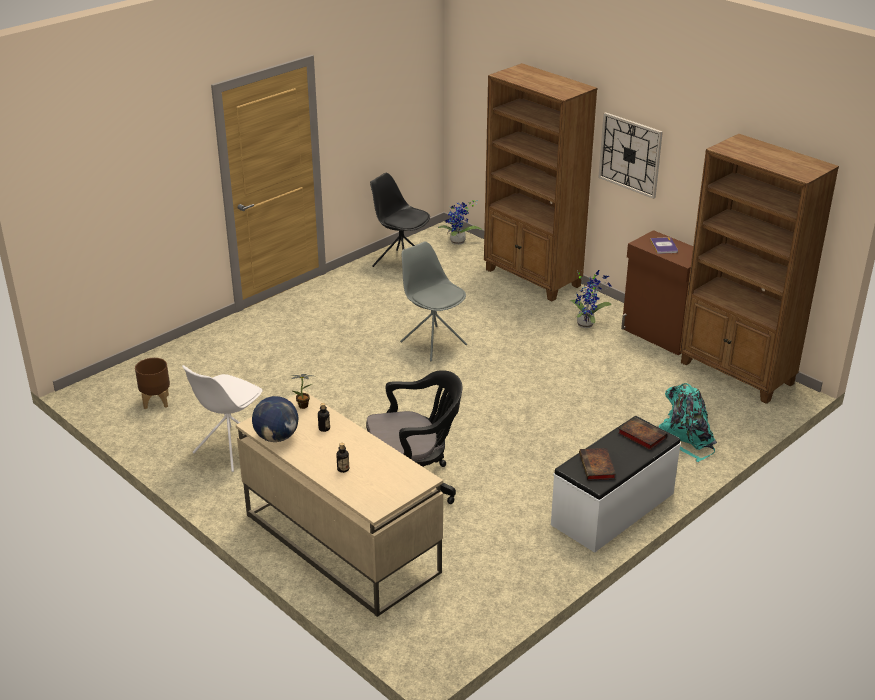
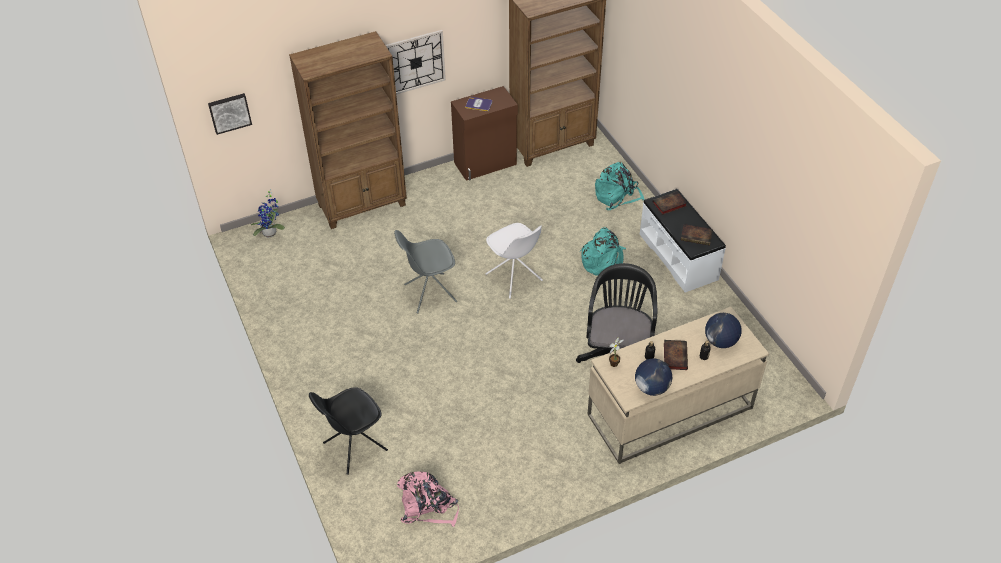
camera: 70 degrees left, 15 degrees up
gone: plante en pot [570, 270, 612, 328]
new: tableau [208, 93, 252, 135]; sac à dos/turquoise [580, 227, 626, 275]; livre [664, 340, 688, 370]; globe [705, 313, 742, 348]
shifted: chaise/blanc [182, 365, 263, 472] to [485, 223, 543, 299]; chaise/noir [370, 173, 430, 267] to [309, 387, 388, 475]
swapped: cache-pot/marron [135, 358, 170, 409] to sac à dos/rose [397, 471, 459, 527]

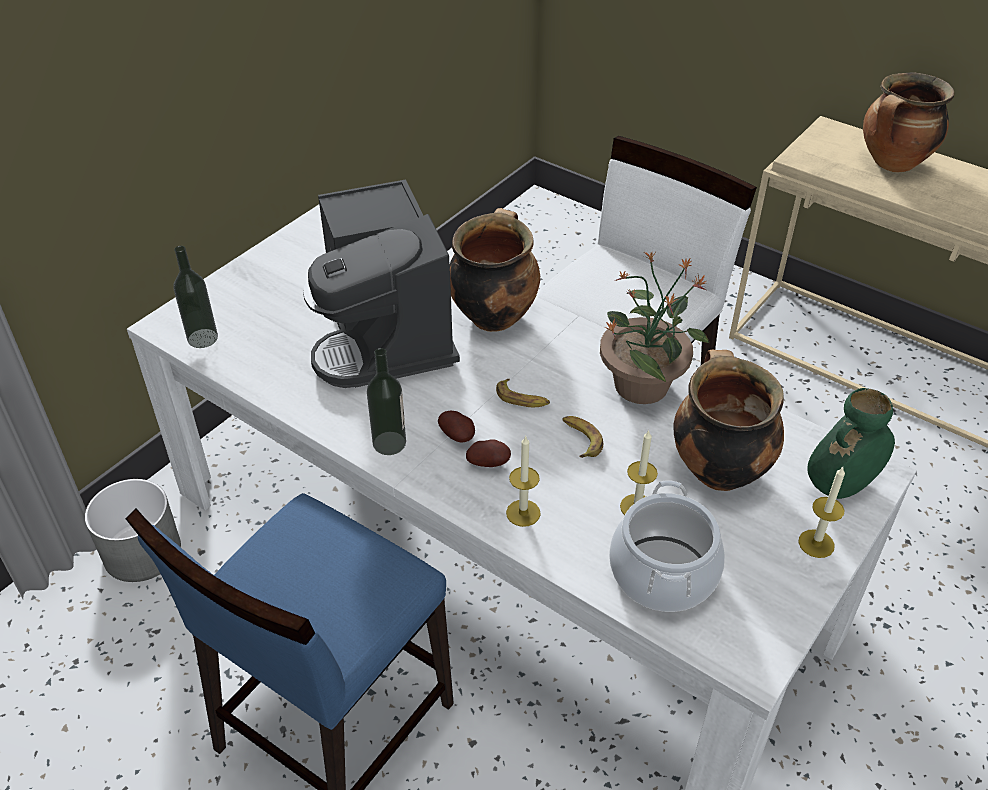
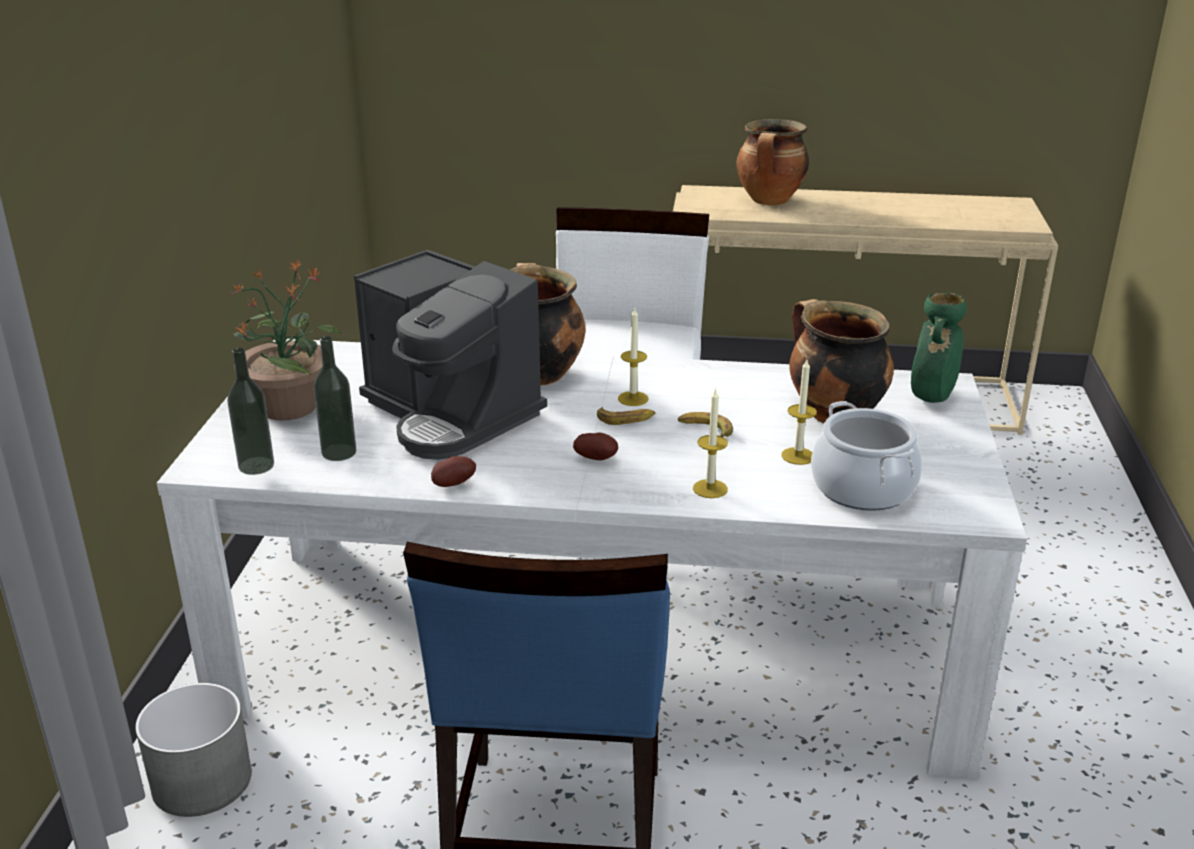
camera: 30 degrees left, 15 degrees down
shifted: bouteille [367, 348, 406, 455] to [313, 336, 356, 461]; pomme de terre [466, 439, 511, 467] to [431, 456, 476, 487]; plante en pot [600, 252, 710, 404] to [231, 260, 342, 421]; bougie [798, 467, 845, 558] to [618, 308, 649, 406]

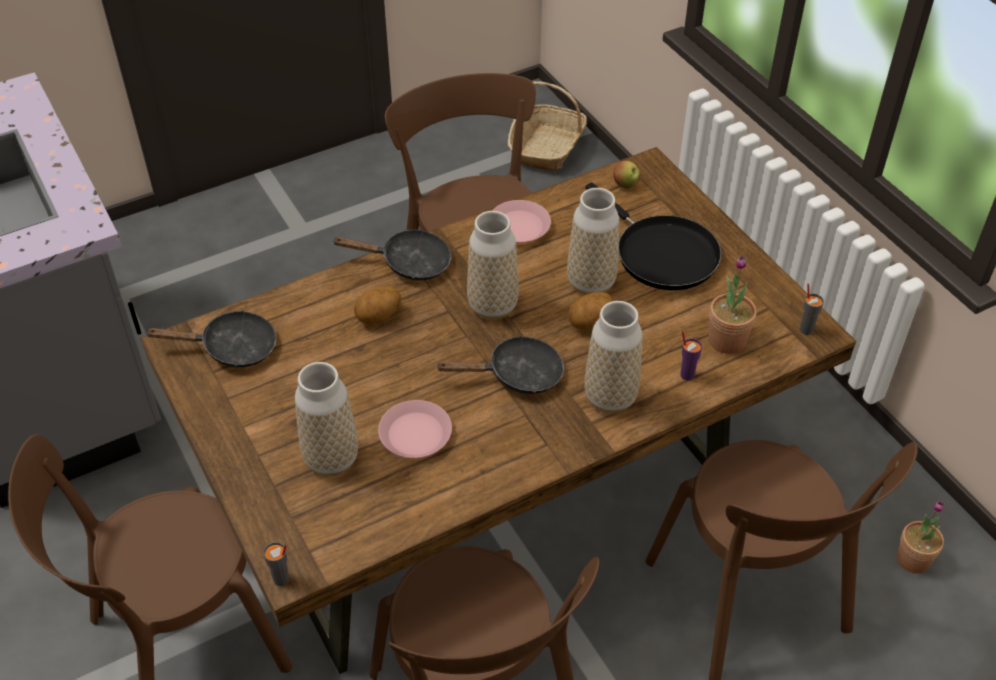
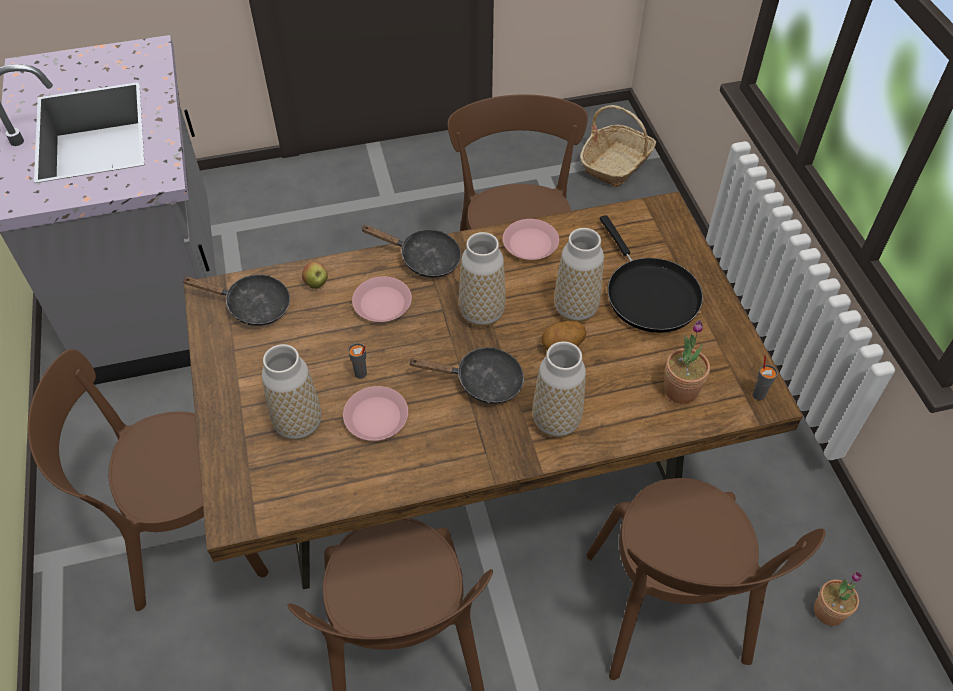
camera: 15 degrees right, 5 degrees up
gone: tasse/violet [680, 331, 702, 380]
shifted: tasse/gris [263, 542, 289, 586] to [348, 343, 367, 379]; pomme [613, 161, 640, 189] to [302, 262, 328, 289]
swapped: pomme de terre [354, 286, 401, 324] to assiette/rose [352, 277, 412, 322]

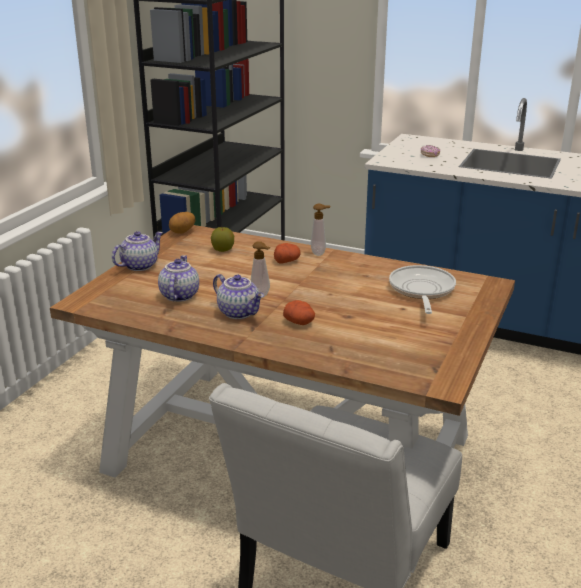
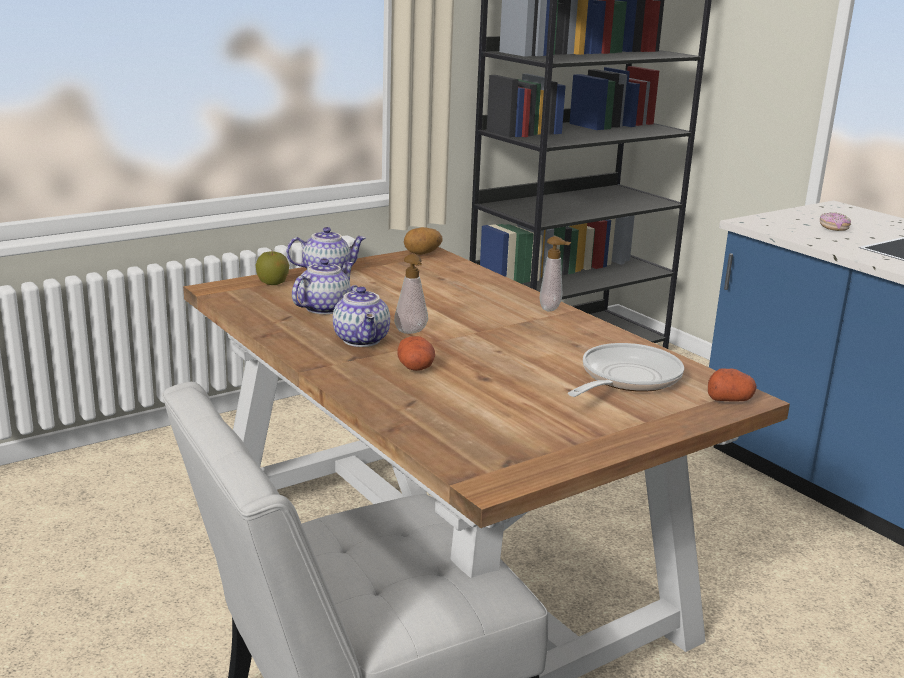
camera: 30 degrees right, 5 degrees down
shifted: pomme [211, 227, 234, 252] to [256, 251, 289, 285]; pomme de terre [274, 243, 300, 264] to [708, 368, 757, 401]

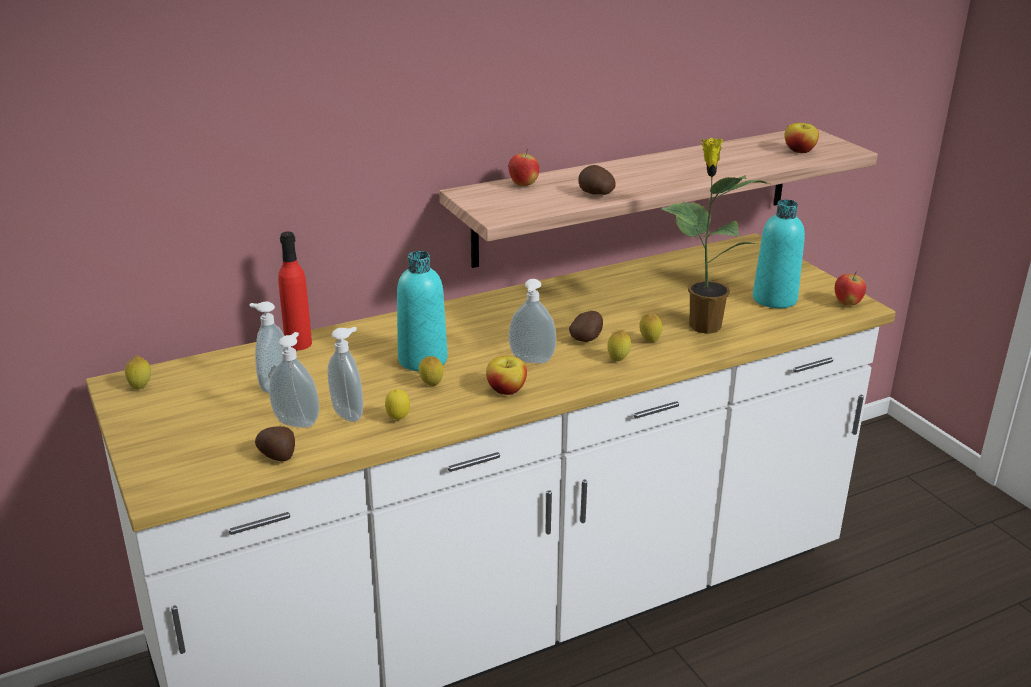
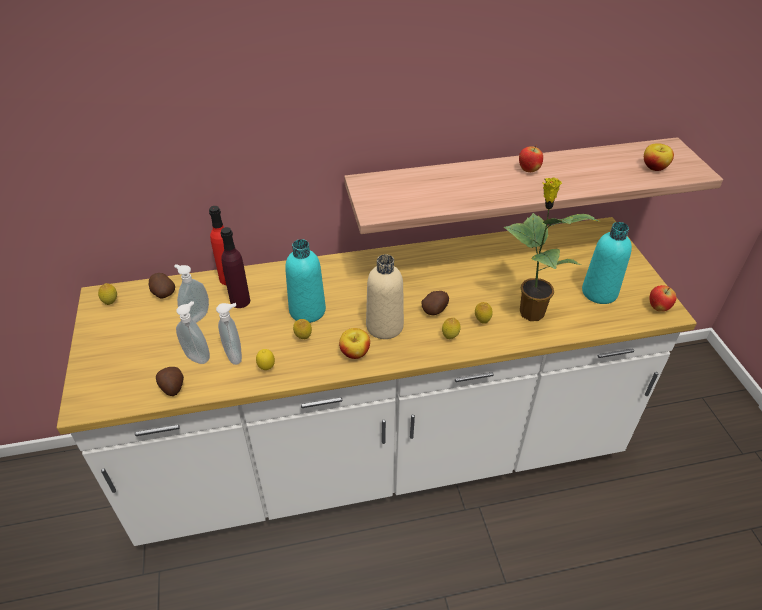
camera: 15 degrees right, 15 degrees up
new: bouteille/violet [220, 227, 250, 308]
shifted: pomme [508, 149, 539, 186] to [519, 146, 543, 172]; pomme de terre [578, 165, 615, 195] to [149, 273, 175, 298]
swapped: distributeur de savon [509, 279, 556, 364] to bouteille/beige [366, 254, 404, 339]

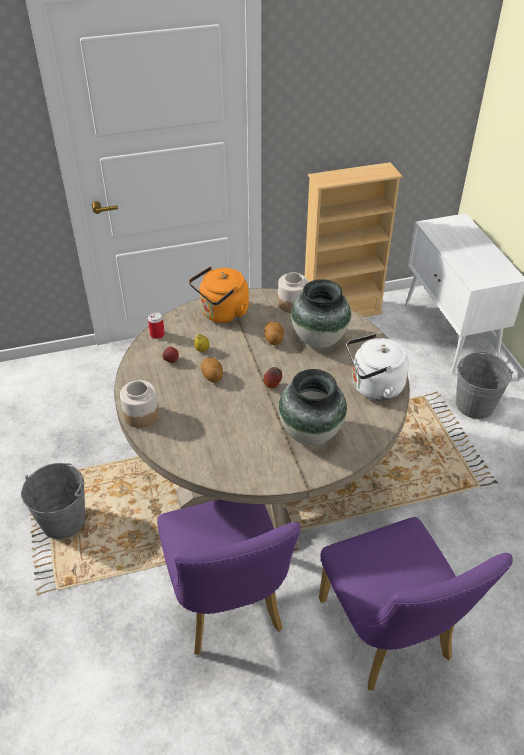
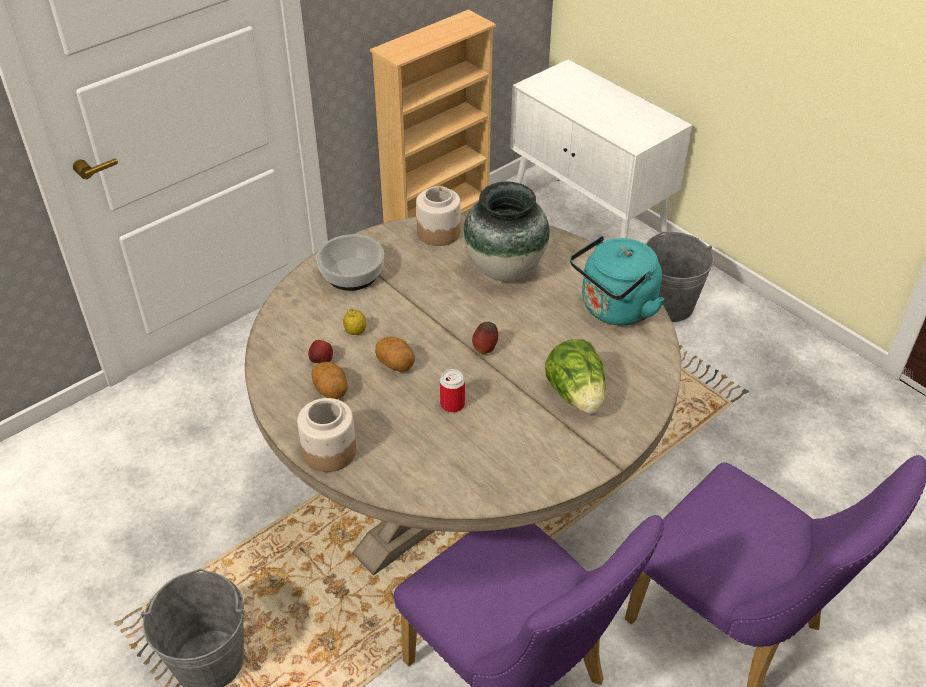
camera: 25 degrees left, 0 degrees up
shifted: boîte métallique [148, 312, 165, 339] to [440, 369, 465, 413]; pomme de terre [264, 322, 284, 345] to [311, 362, 348, 399]
swapped: bouilloire/orange [189, 266, 249, 323] to bol [316, 235, 384, 291]; vase [278, 369, 347, 446] to laitue [545, 339, 606, 414]
repainted: bouilloire/blanc [346, 334, 409, 401] to bouilloire/turquoise [570, 236, 665, 326]

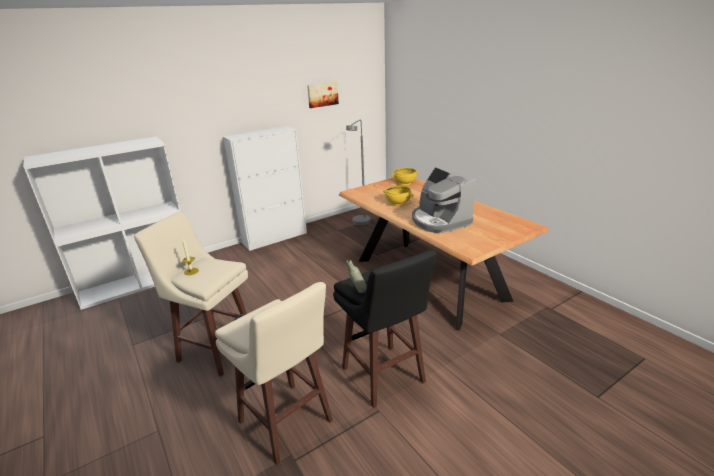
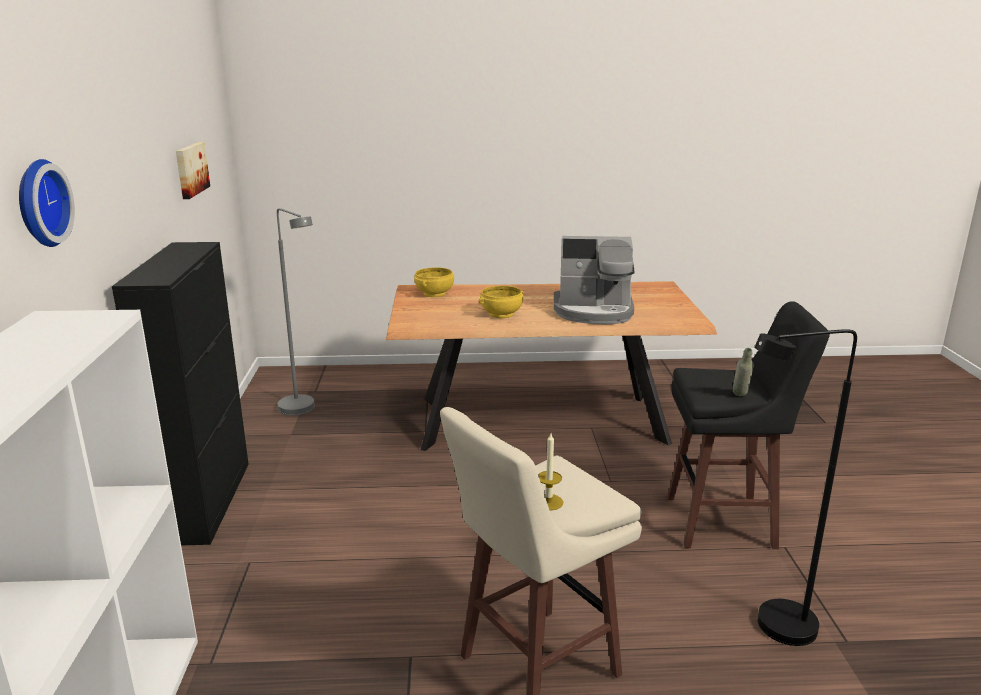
camera: 60 degrees left, 5 degrees down
new: horloge murale [19, 159, 75, 247]
swapped: tabouret/beige [215, 282, 333, 465] to lampadaire/noir [755, 329, 857, 646]
repainted: meuble de rangement/blanc [223, 126, 307, 251] to meuble de rangement/noir [112, 242, 249, 546]

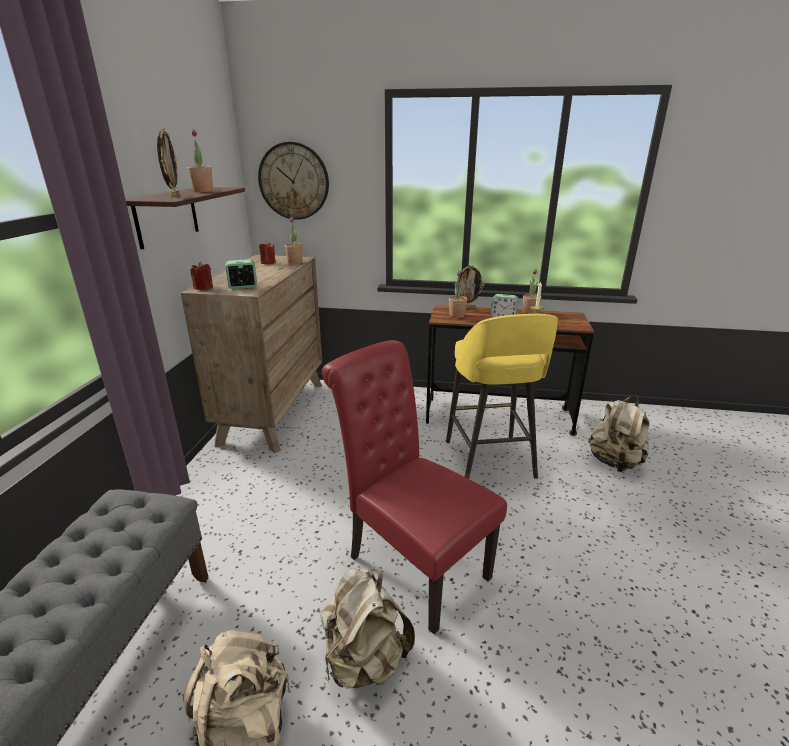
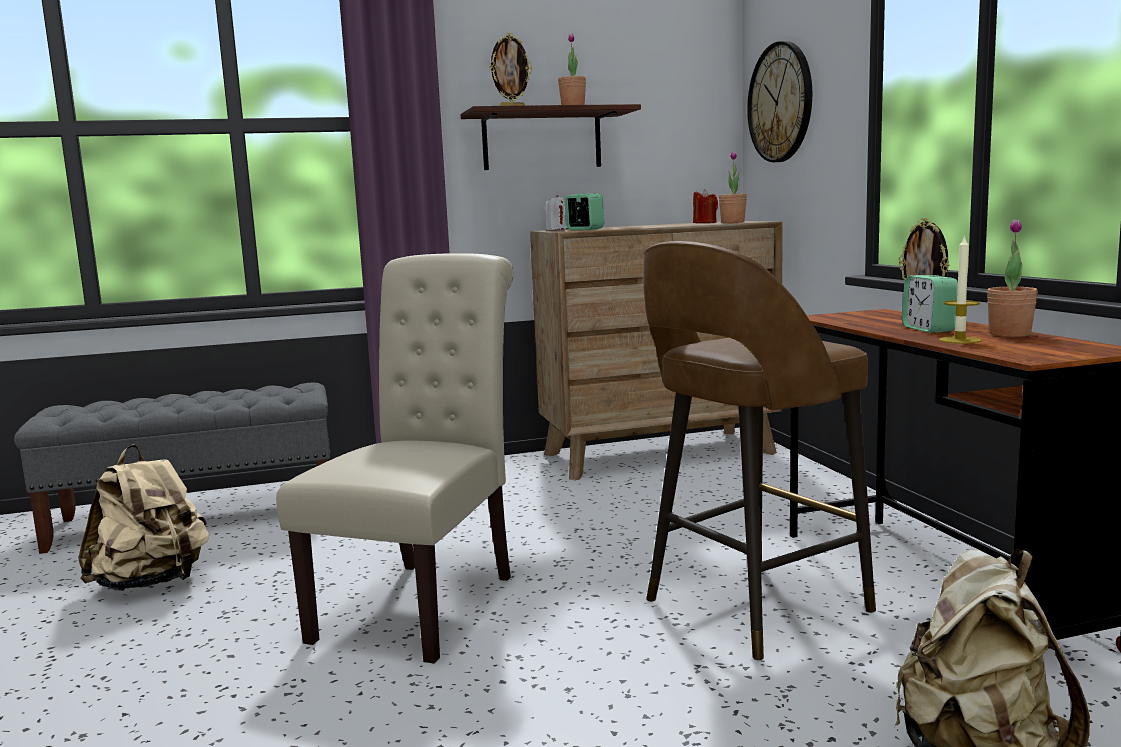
camera: 65 degrees right, 15 degrees down
gone: sac à dos/beige [321, 567, 415, 689]; plante en pot [449, 270, 467, 318]
repainted: bougie/rouge [190, 262, 213, 290] to bougie/blanc [545, 195, 568, 230]; chaise/rouge [322, 340, 507, 634] to chaise/beige [276, 253, 514, 664]; tabouret/jaune [446, 314, 558, 479] to tabouret/marron [643, 241, 876, 661]

